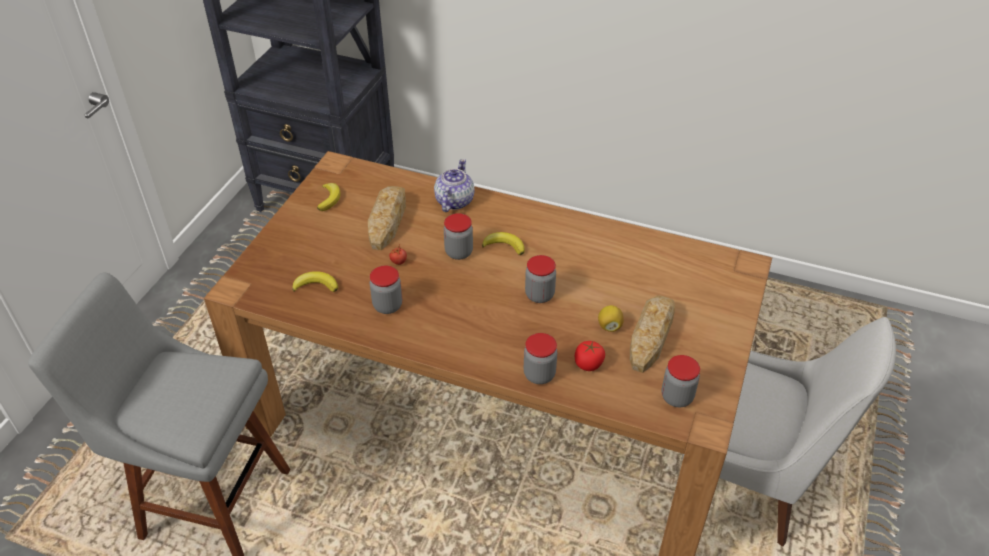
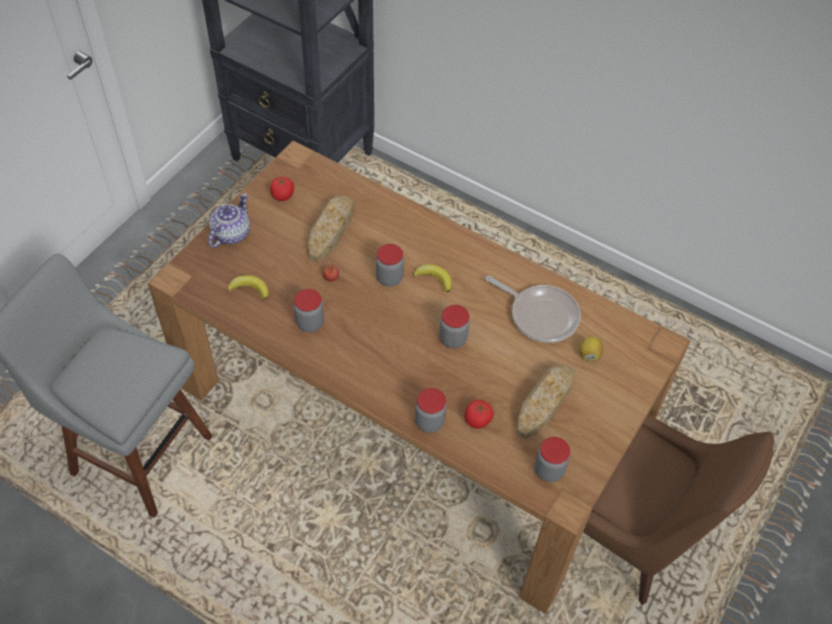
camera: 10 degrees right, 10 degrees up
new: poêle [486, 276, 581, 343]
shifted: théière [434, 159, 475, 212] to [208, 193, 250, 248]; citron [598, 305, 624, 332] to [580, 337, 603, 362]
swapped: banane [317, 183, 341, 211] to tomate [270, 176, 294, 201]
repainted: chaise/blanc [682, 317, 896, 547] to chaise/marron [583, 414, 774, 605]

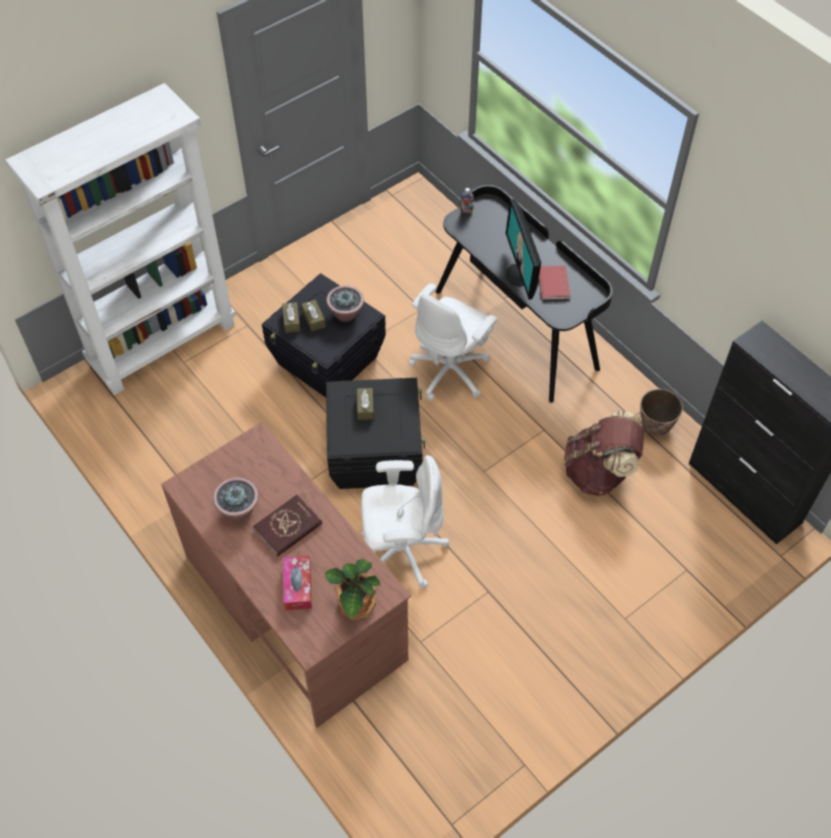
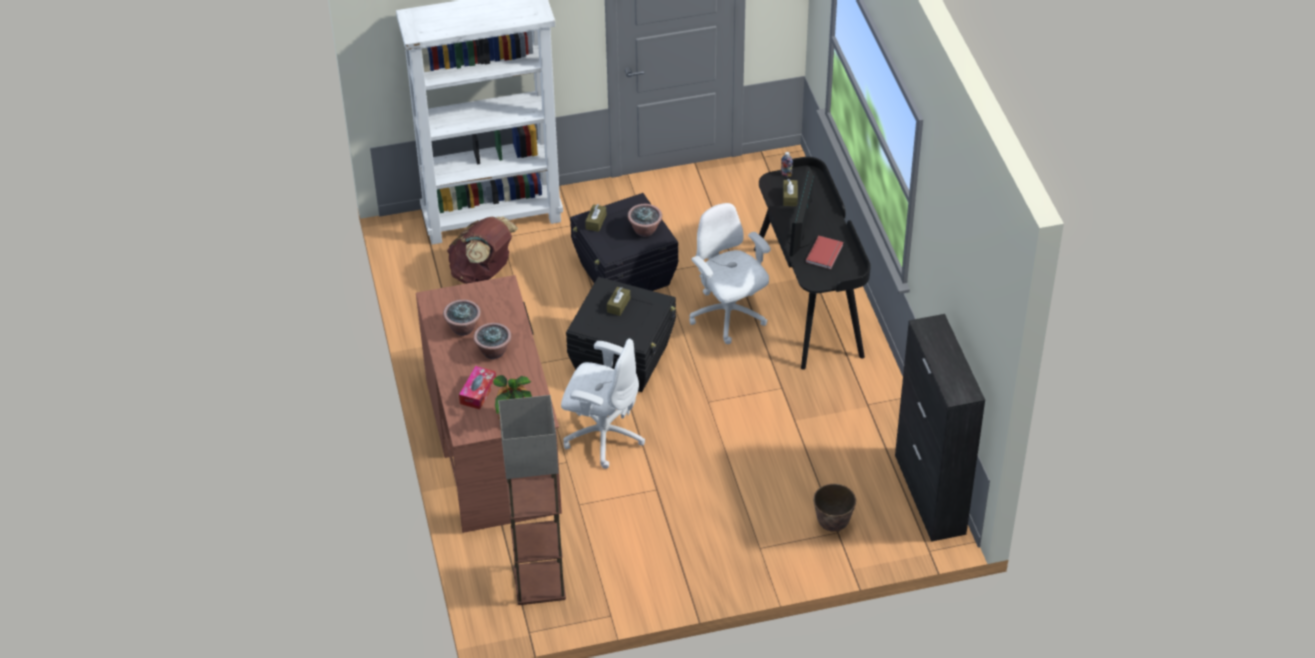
camera: 25 degrees right, 10 degrees down
new: lampadaire [498, 395, 566, 605]
shifted: boîte à mouchoirs/marron [301, 300, 326, 331] to [783, 179, 798, 206]; sac à dos/marron [564, 411, 644, 496] to [447, 216, 518, 284]; cache-pot [640, 389, 683, 436] to [813, 484, 856, 532]
swapped: livre/rouge [253, 494, 322, 556] to plante en pot [473, 323, 511, 359]
rotated: chaise de bureau/blanc [409, 283, 497, 401] = [689, 203, 771, 344] 90 degrees clockwise

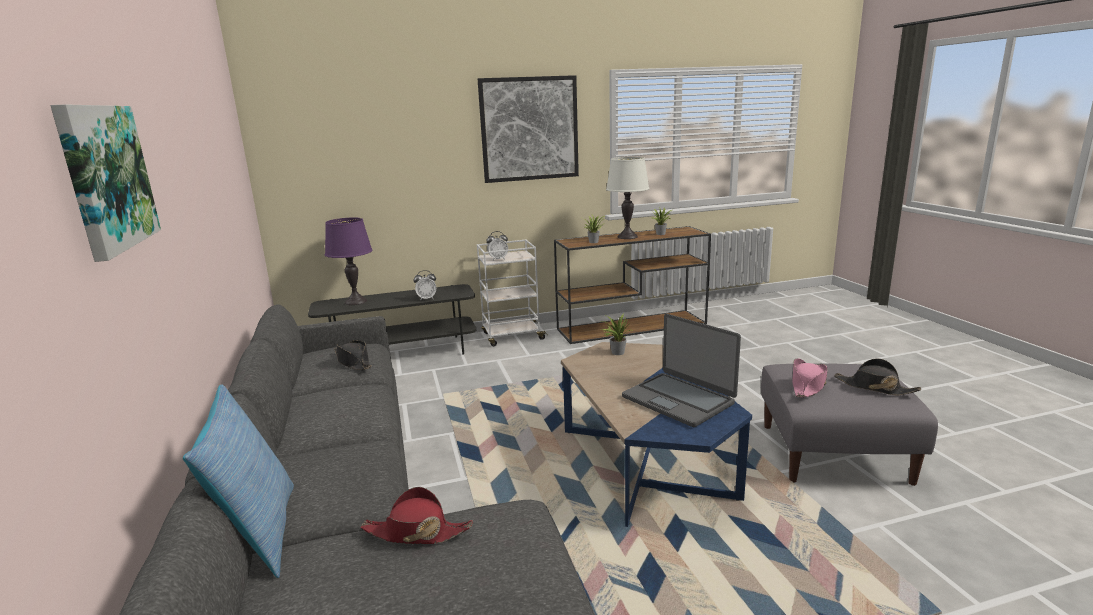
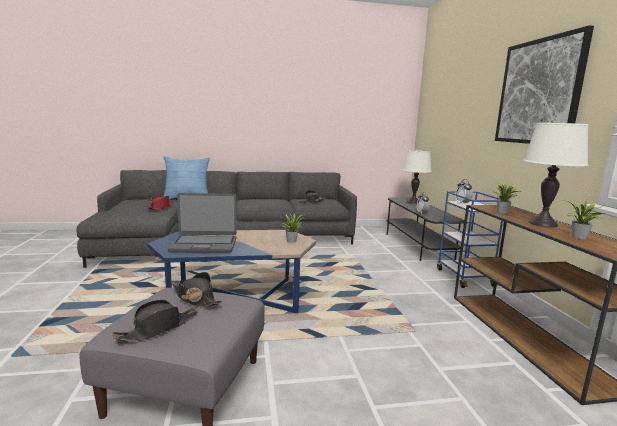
camera: 95 degrees right, 5 degrees down
gone: tableau [50, 104, 161, 262]
repainted: lampe de table/violet [325, 218, 373, 305] to lampe de table/blanc [402, 150, 432, 204]; chariot/blanc [477, 240, 547, 346] to chariot/bleu [437, 191, 503, 288]; chapeau/rose [792, 358, 828, 398] to chapeau/noir [173, 272, 223, 307]
rotated: ordinateur portable [622, 314, 741, 427] = [168, 193, 237, 253] 150 degrees counterclockwise

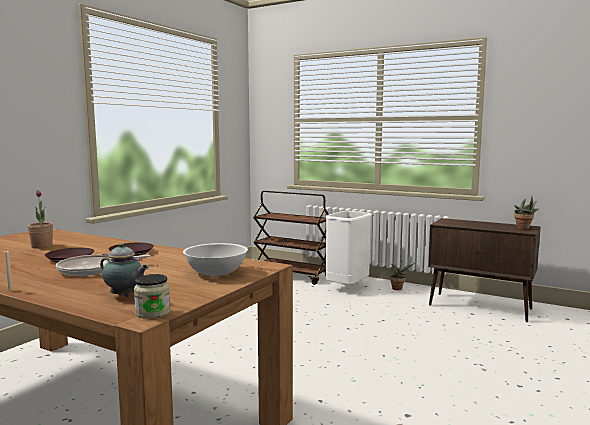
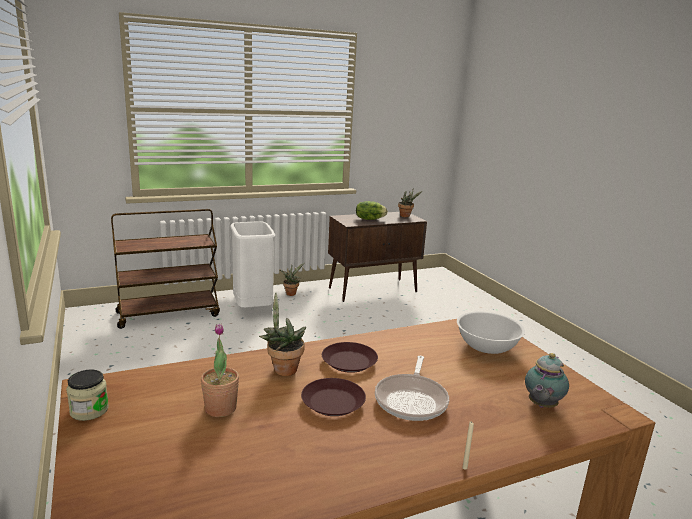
camera: 55 degrees left, 10 degrees up
new: plante en pot [259, 292, 306, 376]; laitue [356, 201, 388, 220]
shifted: bocal [134, 274, 170, 319] to [66, 369, 109, 421]
rotated: théière [100, 243, 149, 297] = [525, 353, 569, 408] 150 degrees clockwise

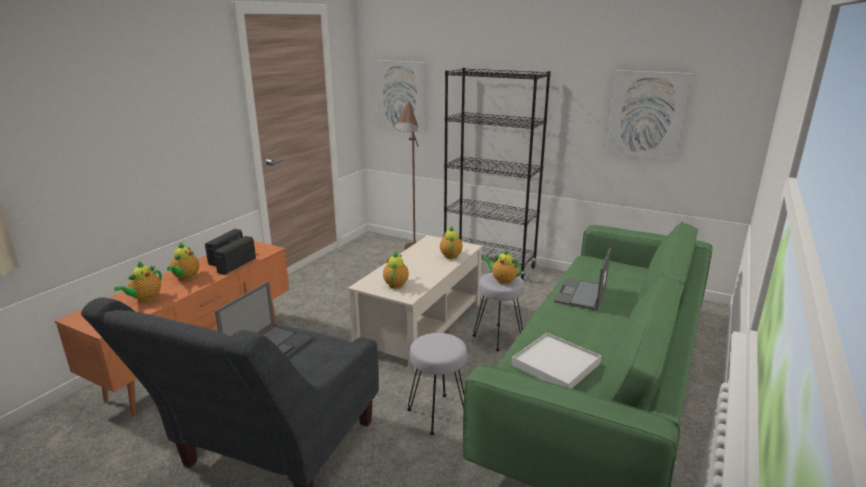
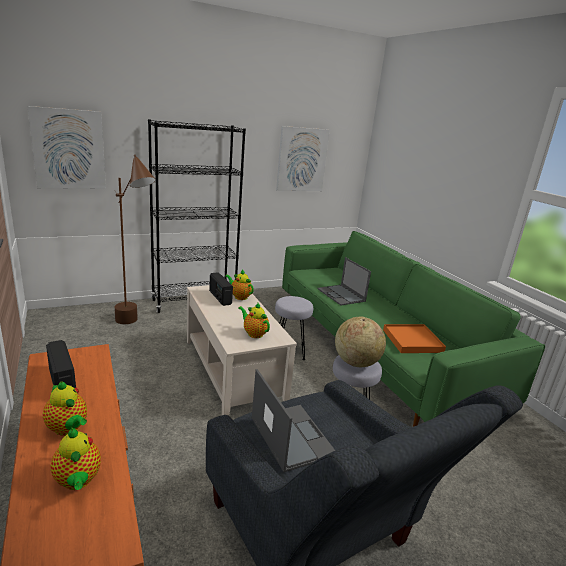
camera: 55 degrees left, 0 degrees up
gone: théière [481, 248, 522, 284]
new: globe [335, 317, 386, 367]
shifted: radio [214, 236, 256, 275] to [209, 272, 233, 306]
repainted: plateau/blanc [512, 333, 601, 389] to plateau/orange [383, 324, 446, 353]

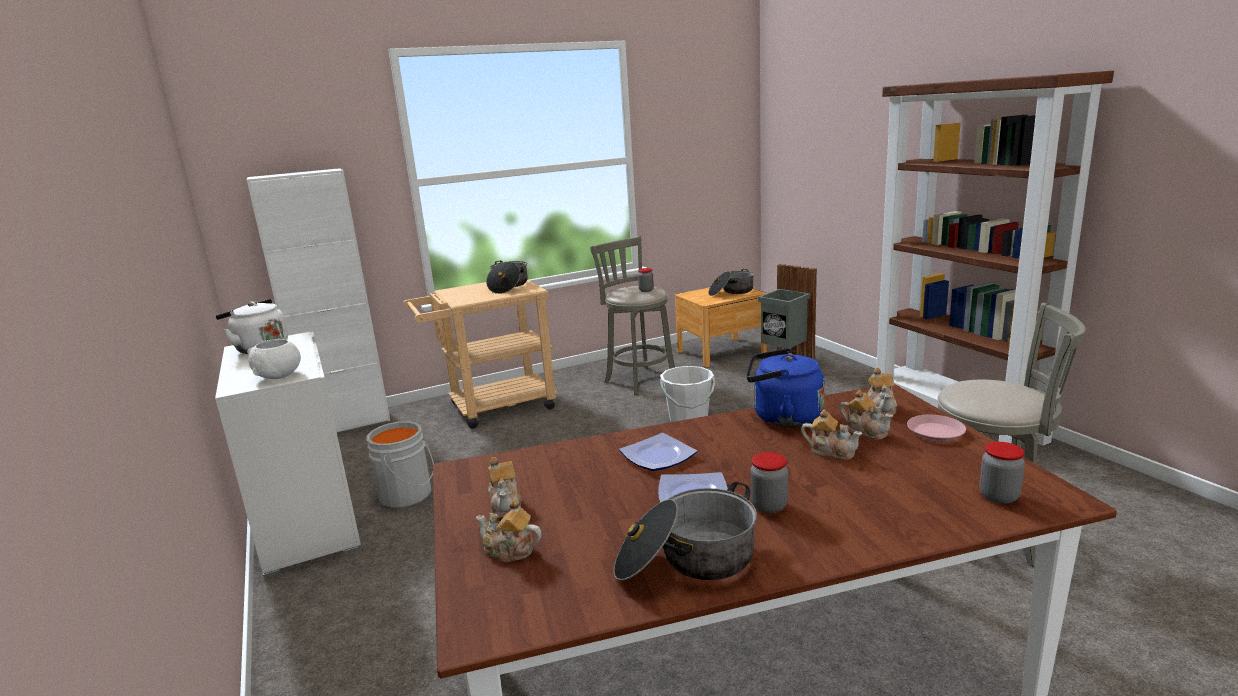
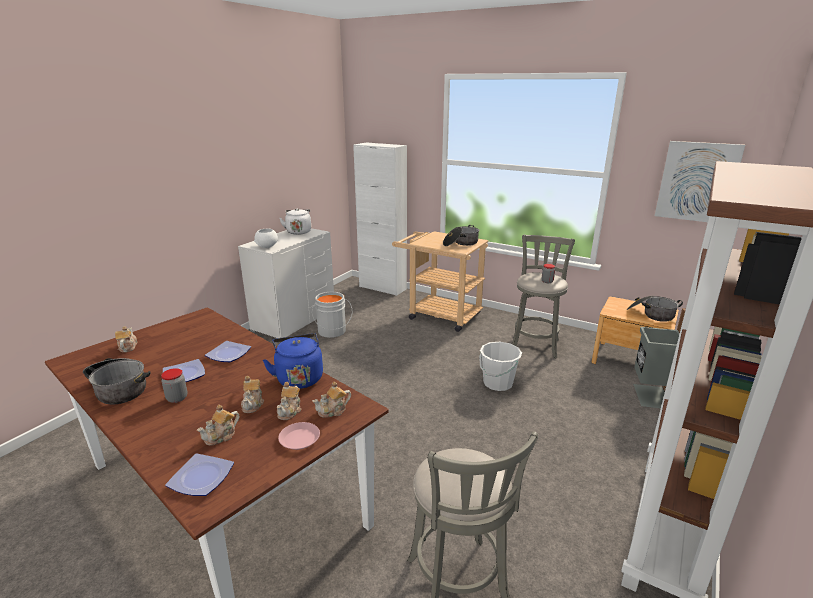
camera: 55 degrees right, 5 degrees up
new: tableau [655, 141, 745, 222]
shifted: théière [487, 457, 522, 518] to [197, 405, 239, 446]
swapped: bocal [979, 442, 1025, 504] to assiette [165, 453, 234, 496]

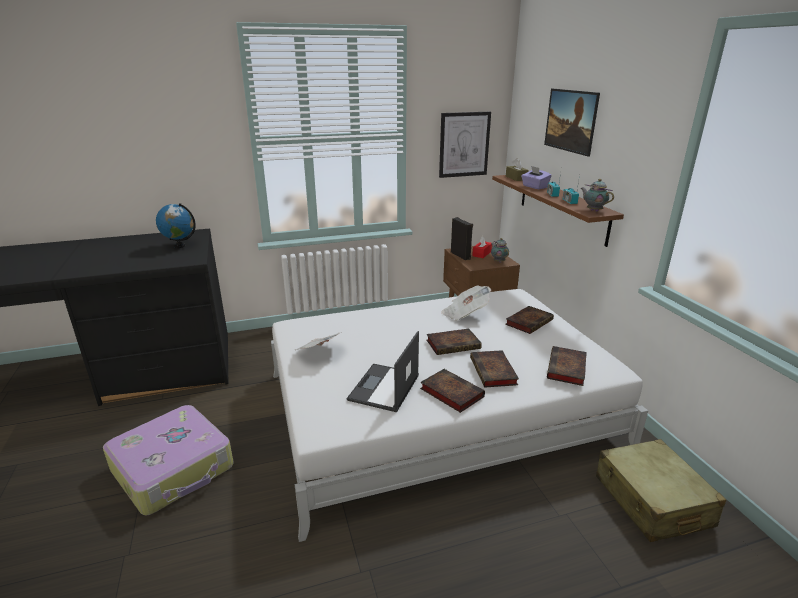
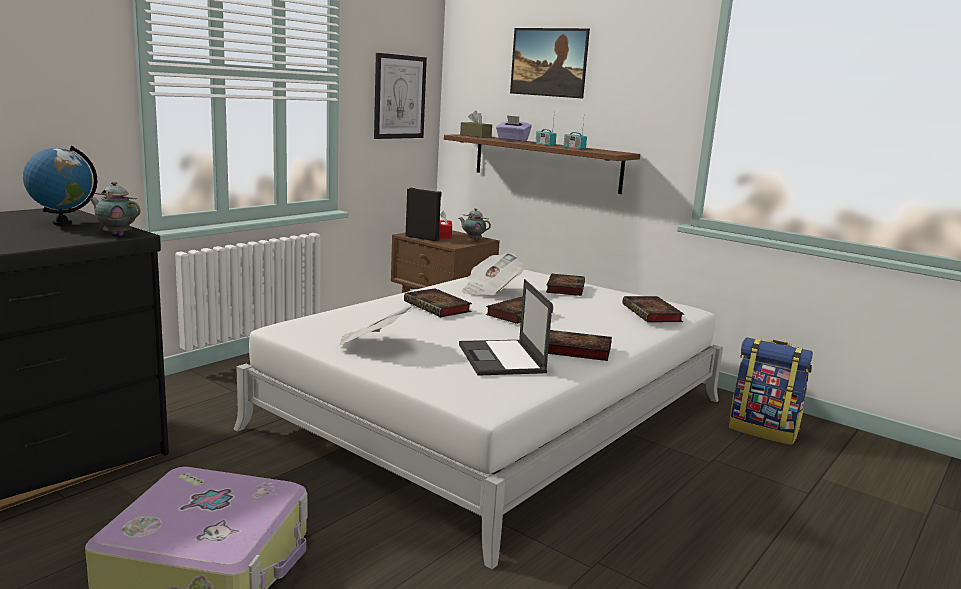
camera: 35 degrees left, 10 degrees down
shifted: livre [470, 350, 519, 388] to [404, 288, 472, 317]; théière [581, 179, 614, 212] to [88, 181, 141, 236]
swapped: valise/beige [596, 439, 727, 542] to sac à dos [729, 338, 813, 445]

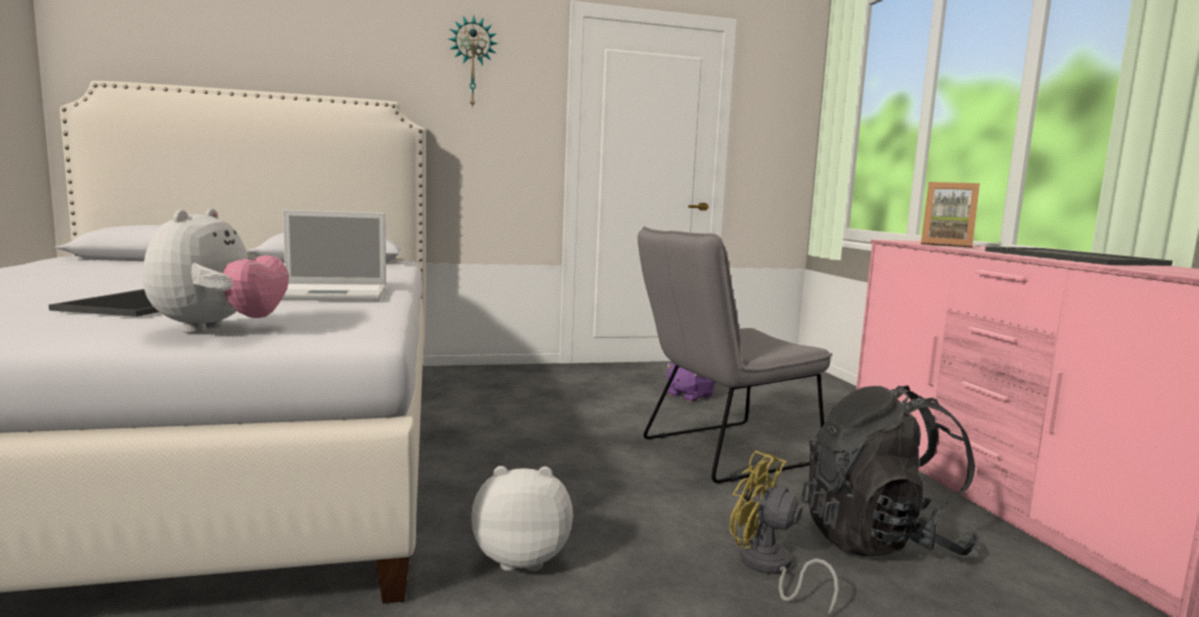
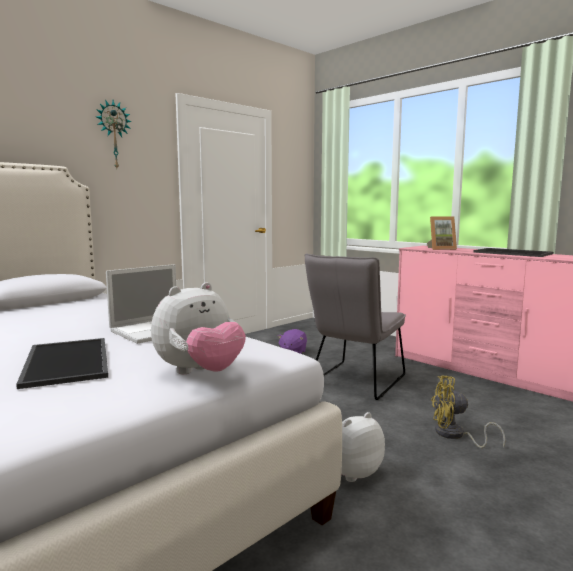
camera: 30 degrees left, 0 degrees up
gone: sac à dos/noir [801, 385, 980, 556]
rotated: peluche [143, 209, 289, 333] = [151, 282, 246, 374] 75 degrees clockwise

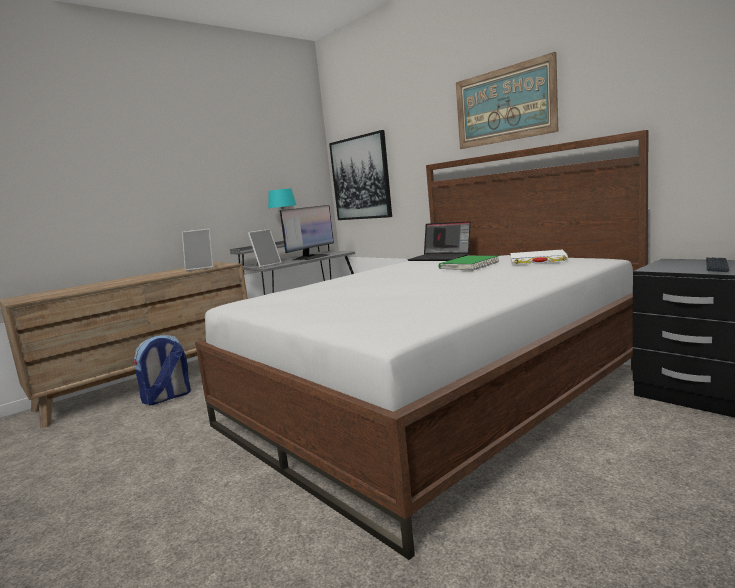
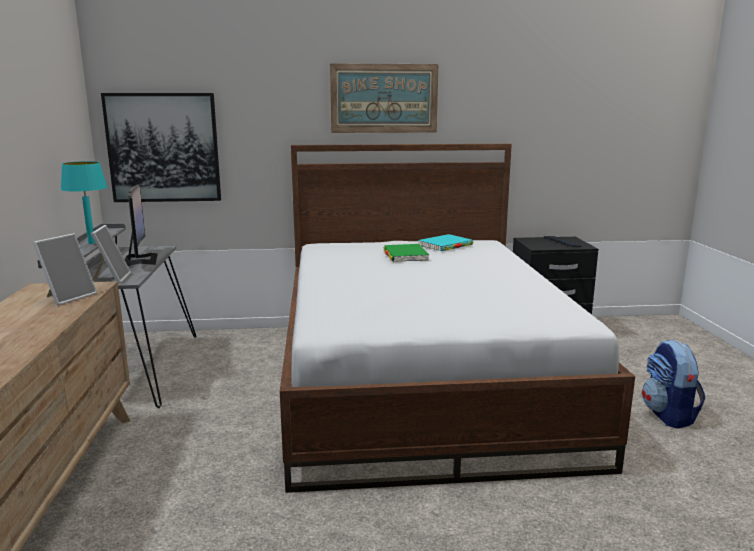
camera: 55 degrees left, 5 degrees up
gone: ordinateur portable [407, 221, 471, 261]
shifted: sac à dos [133, 335, 191, 405] to [642, 340, 705, 428]
repainted: livre/blanc [510, 250, 568, 264] to livre/turquoise [418, 234, 473, 251]

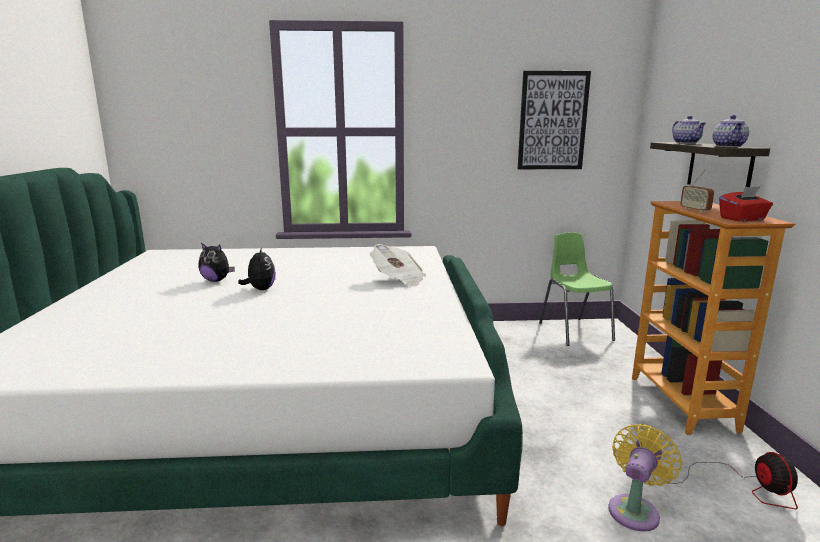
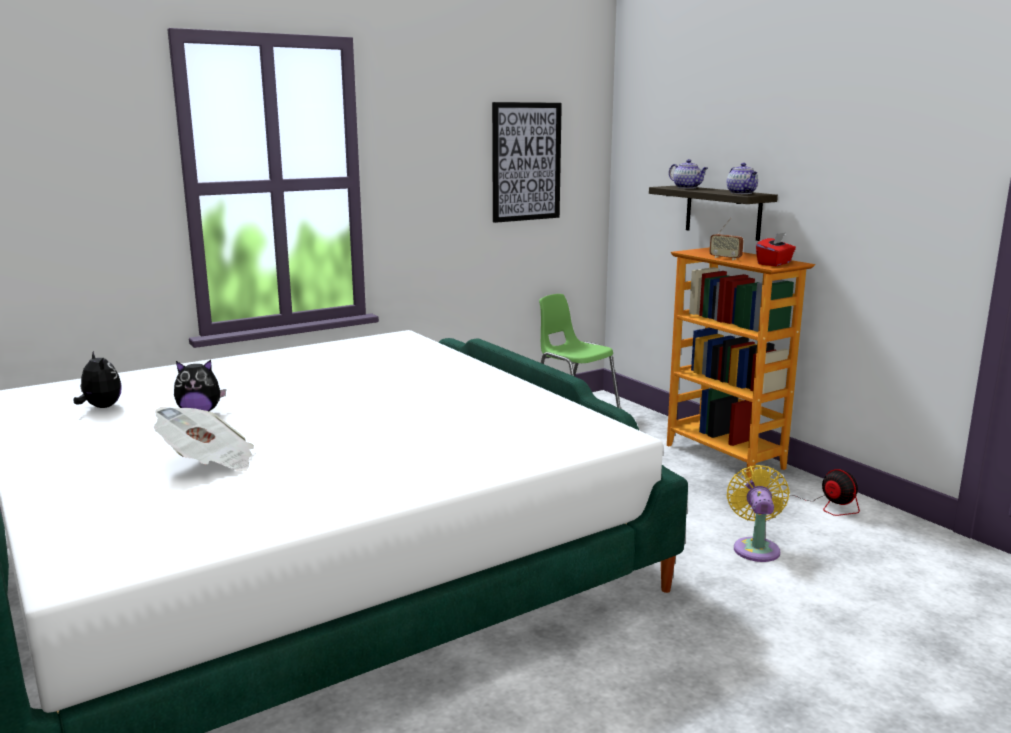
camera: 30 degrees left, 0 degrees up
shifted: peluche [238, 247, 276, 290] to [73, 351, 122, 408]; journal [370, 244, 426, 287] to [154, 407, 254, 471]

